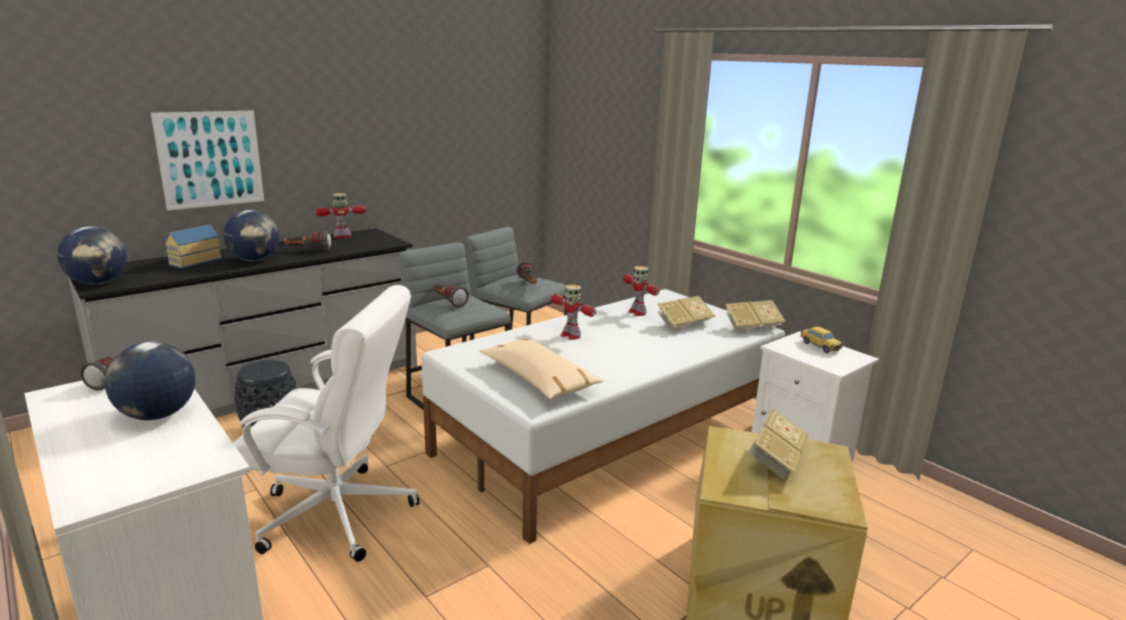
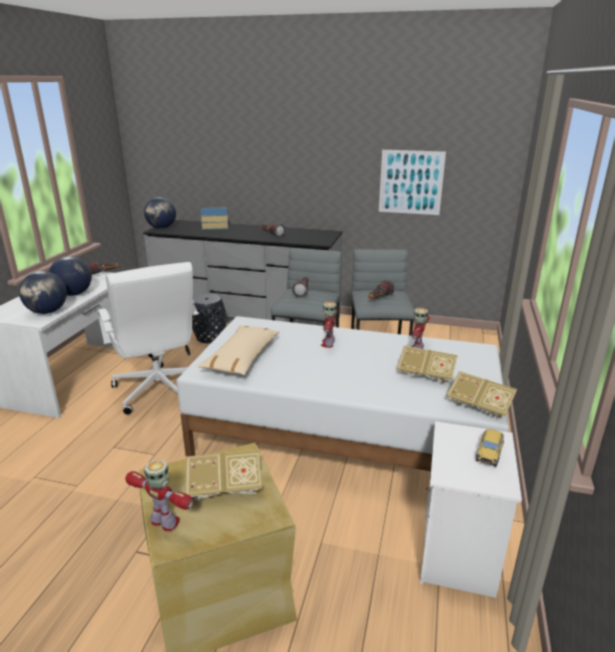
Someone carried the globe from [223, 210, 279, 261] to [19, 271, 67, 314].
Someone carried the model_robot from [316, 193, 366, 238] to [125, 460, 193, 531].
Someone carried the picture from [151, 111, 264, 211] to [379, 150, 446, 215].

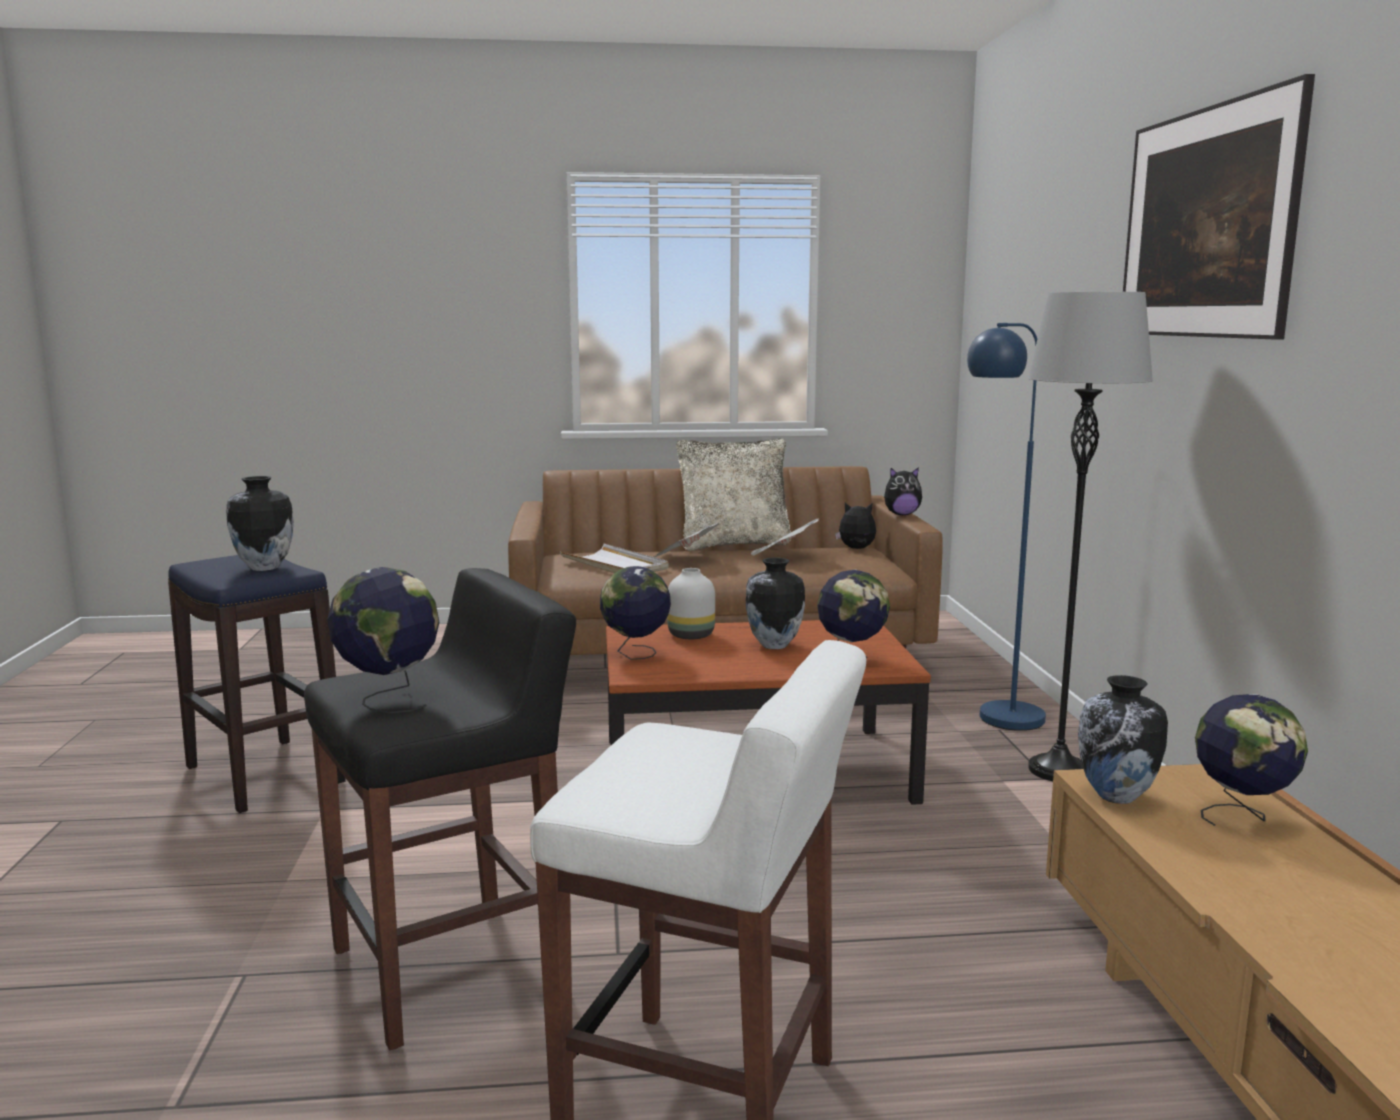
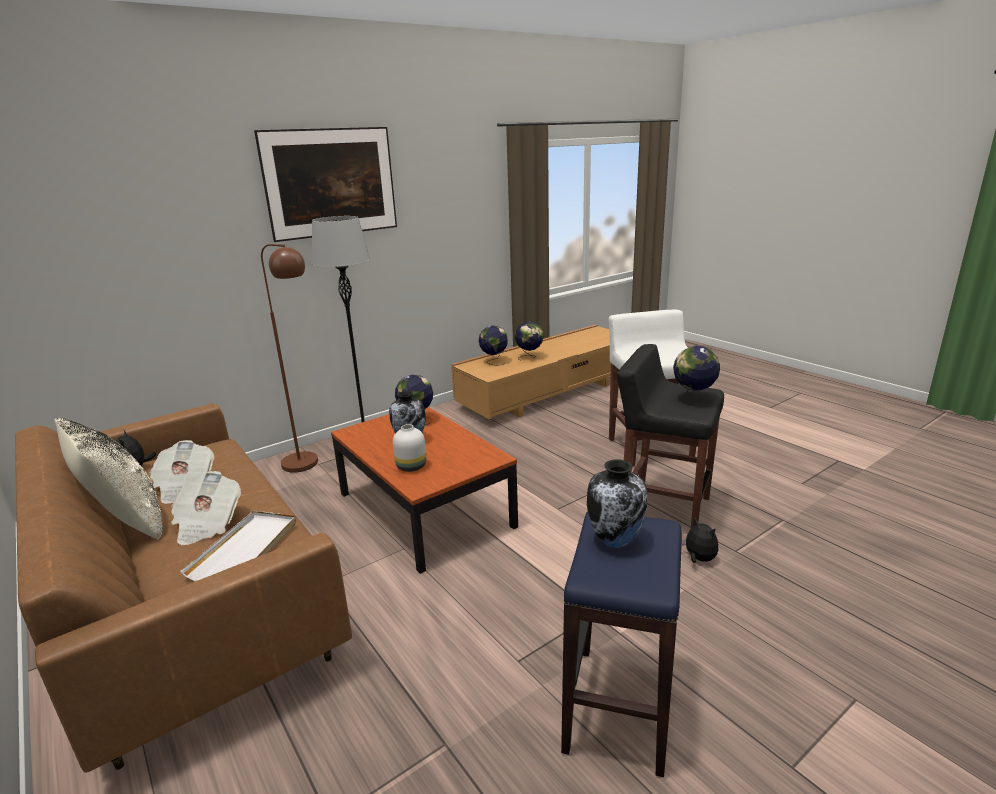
Someone repainted the blue-coloured_floor_lamp at [967, 323, 1046, 731], which became the brown_floor_lamp at [261, 244, 318, 473].
Someone carried the globe from [600, 566, 671, 660] to [515, 321, 544, 361].
Someone carried the soft_toy from [884, 467, 922, 515] to [682, 518, 718, 563].
Someone took away the vase at [1078, 675, 1168, 804].

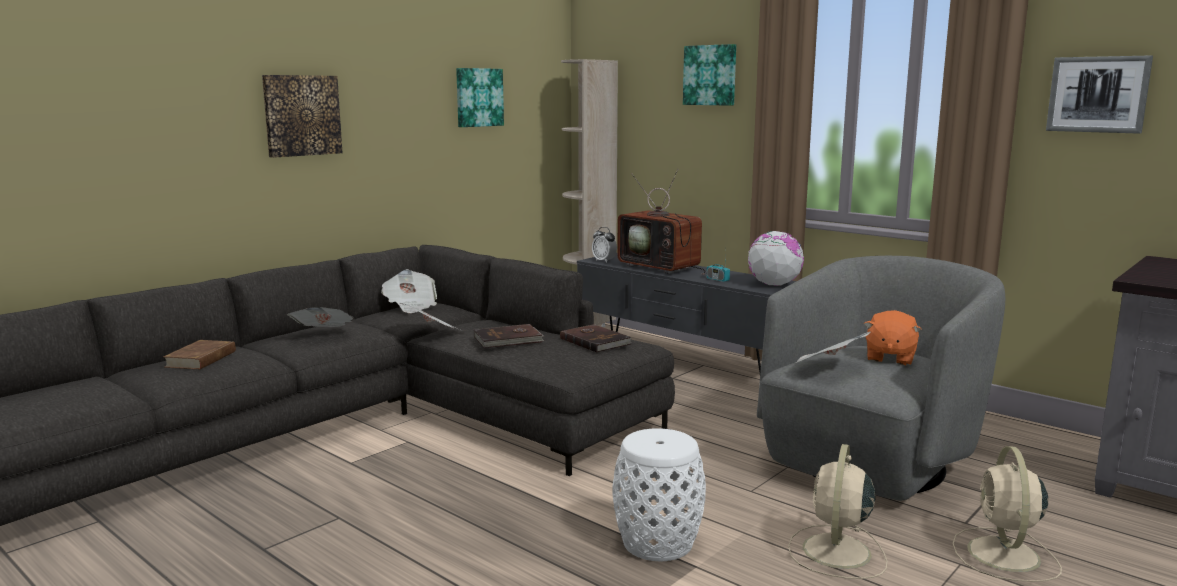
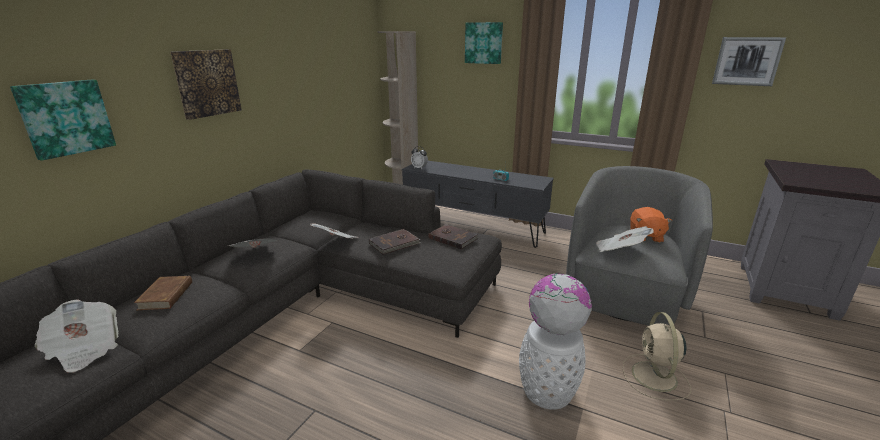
Someone carried the picture from [456, 68, 504, 127] to [10, 80, 116, 161].
Someone carried the printed_paper from [381, 269, 437, 313] to [34, 299, 118, 372].
Someone carried the globe from [748, 231, 804, 286] to [529, 274, 592, 335].
Someone took away the TV at [617, 169, 705, 275].
Someone took away the beige-coloured_fan at [953, 446, 1062, 582].

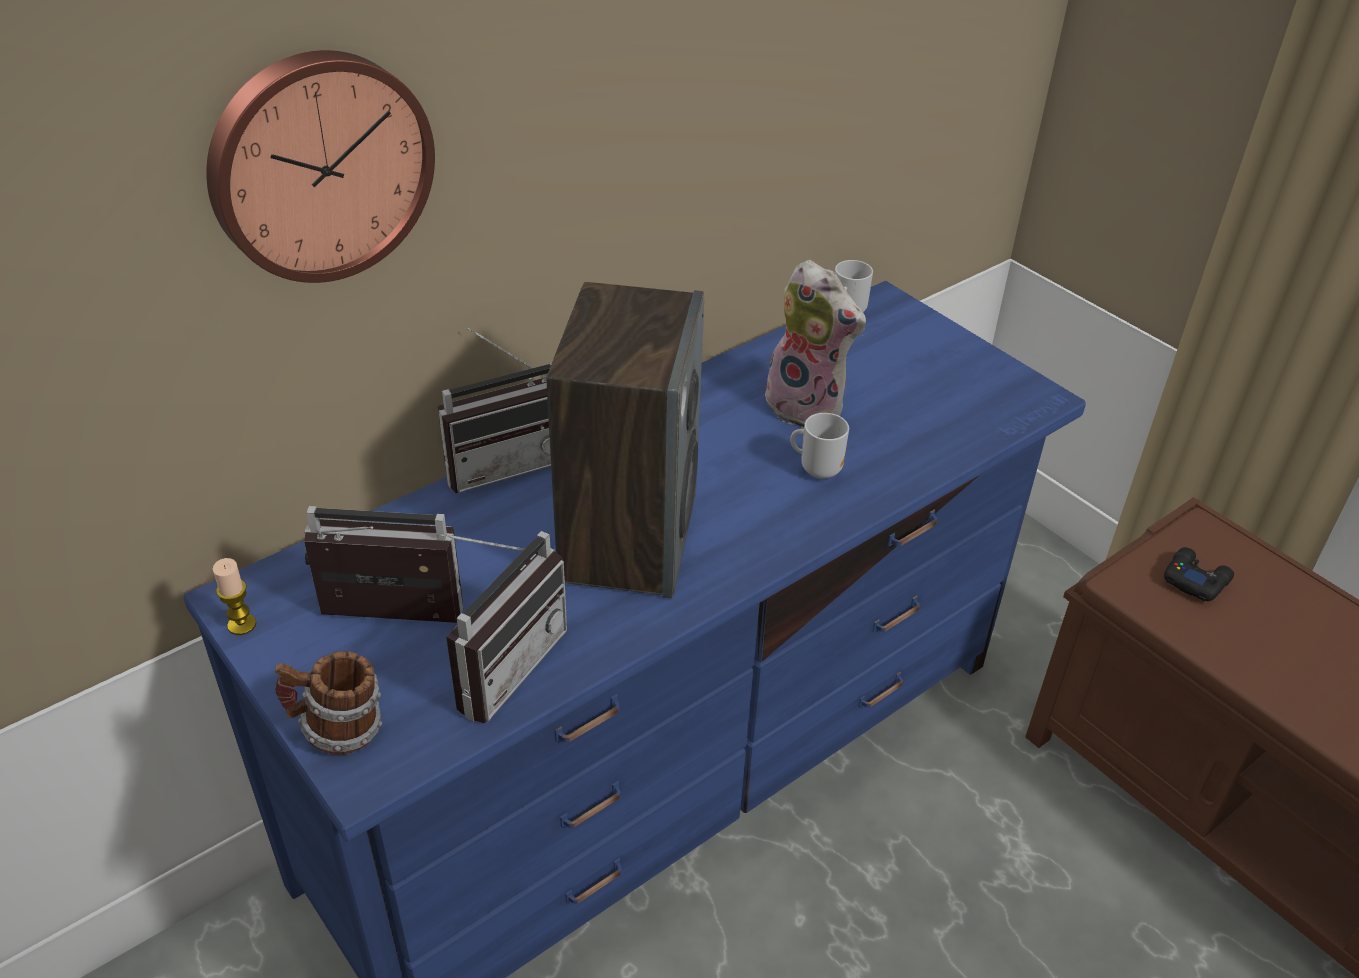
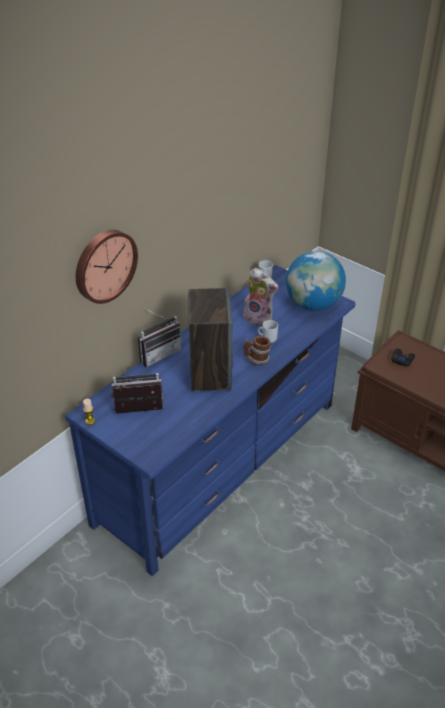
Someone carried the mug from [275, 651, 382, 754] to [243, 336, 271, 366].
Someone put down the globe at [286, 251, 346, 311].
Someone took away the radio_set at [441, 531, 567, 723].

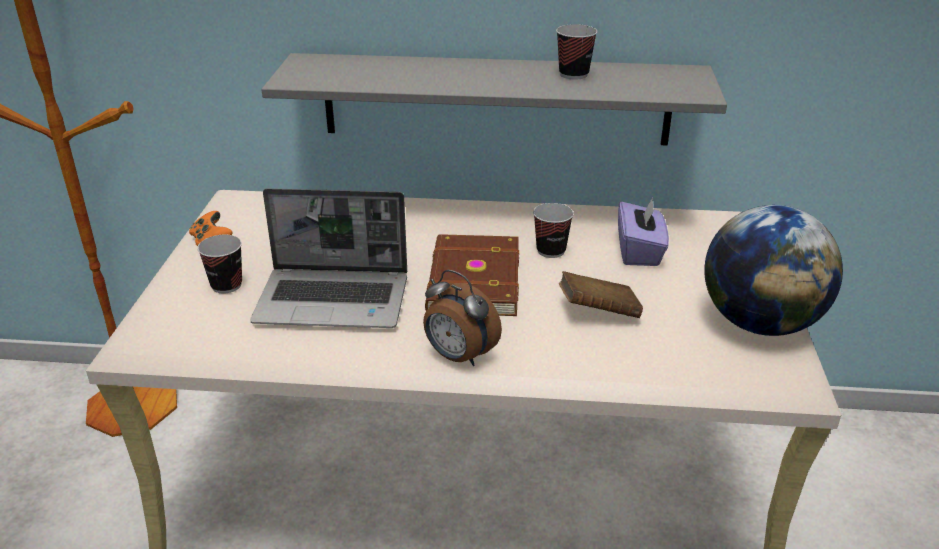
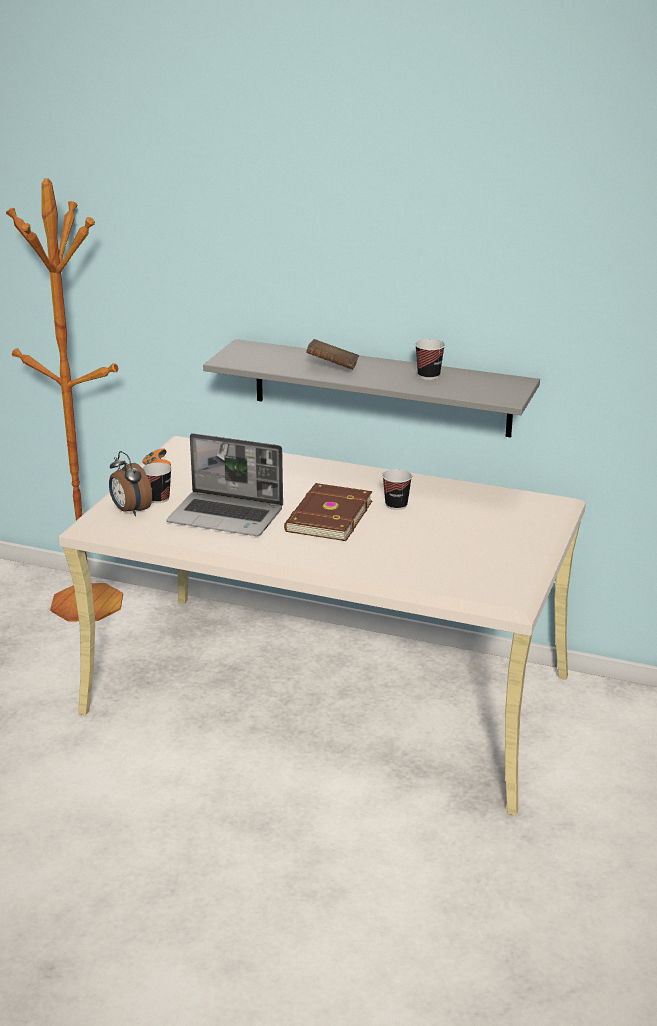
Someone carried the table_clock from [423, 270, 502, 366] to [109, 451, 152, 516].
Someone carried the brown_volume from [559, 271, 643, 318] to [306, 339, 359, 370].
Someone took away the purple-coloured_box_of_tissues at [618, 197, 669, 266].
Someone took away the globe at [704, 205, 843, 336].

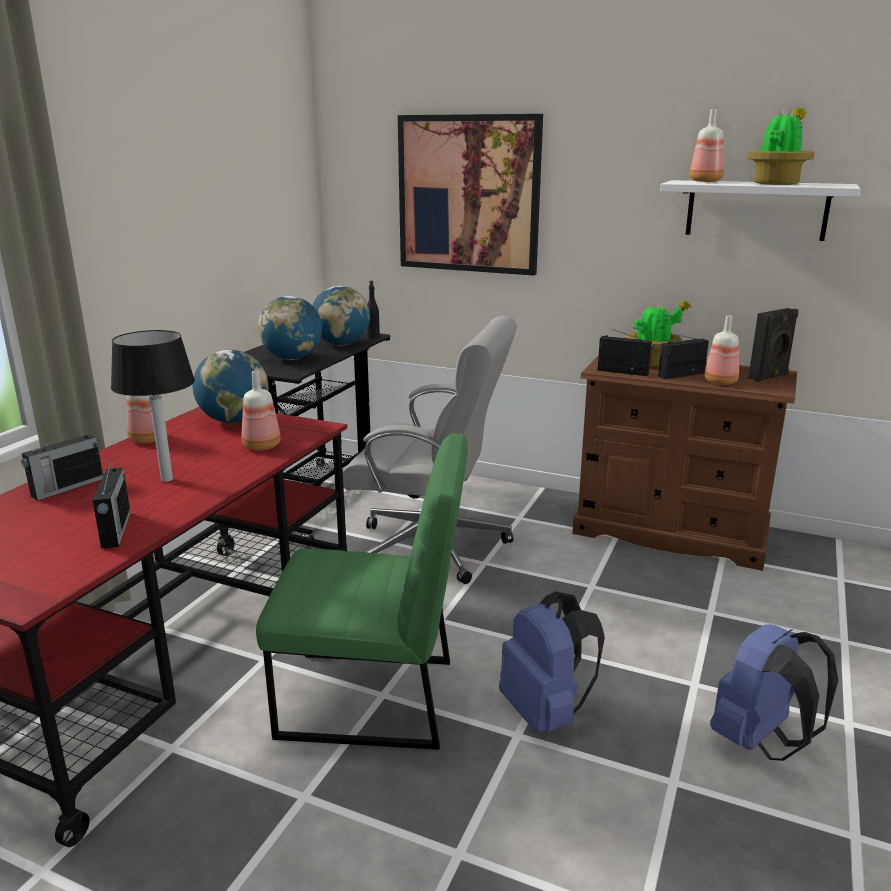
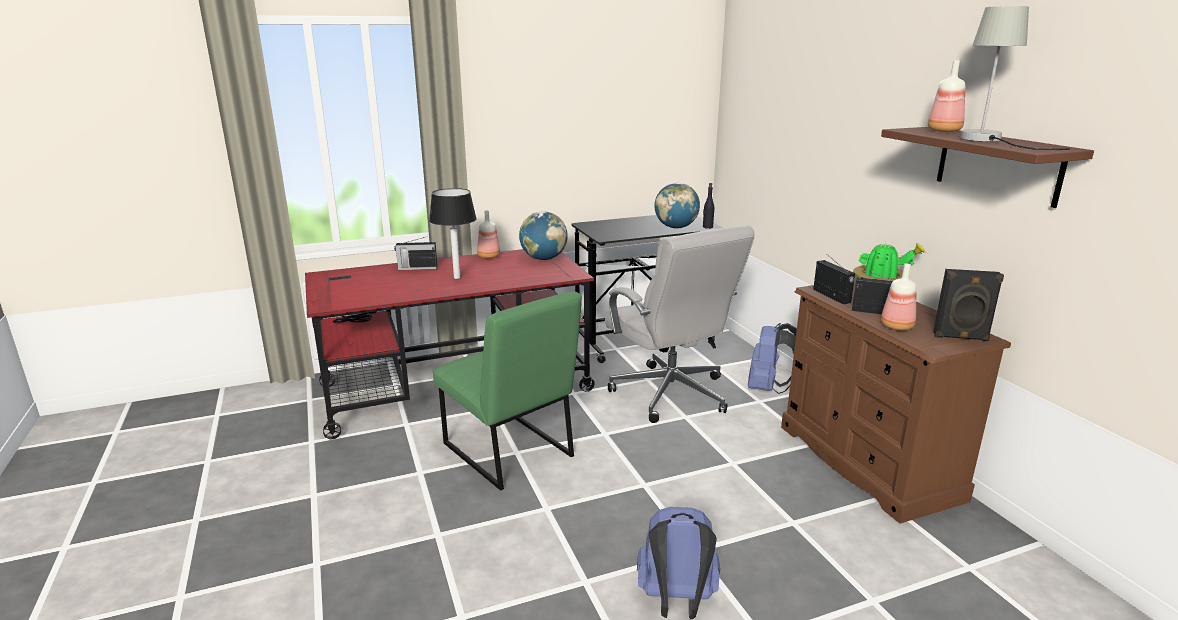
Someone carried the blue-coloured_rucksack from [499, 591, 605, 733] to [748, 323, 797, 394].
Someone repainted the white-coloured_bracket_shelf at [660, 180, 860, 241], which became the brown_bracket_shelf at [881, 127, 1094, 208].
Someone swapped the plant_in_a_pot at [747, 108, 815, 185] for the gray_tabletop_lamp at [961, 6, 1070, 150].
Someone took away the radio_set at [92, 458, 131, 549].
Someone took away the bottle at [242, 371, 281, 451].
Someone took away the globe at [258, 296, 322, 360].
Someone took away the picture at [398, 114, 543, 276].

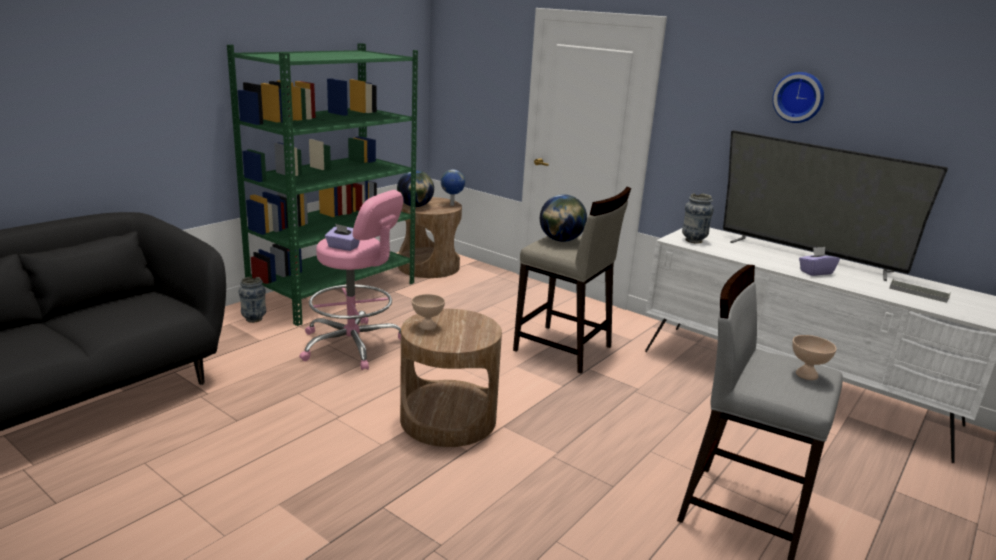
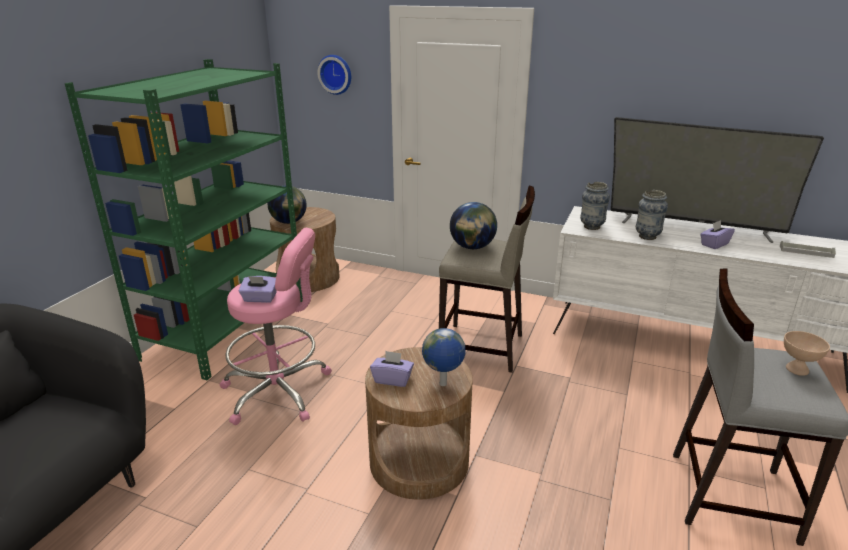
Someone carried the wall_clock from [772, 72, 824, 123] to [317, 55, 351, 95].
Someone swapped the beige-coloured_serving_bowl at [412, 294, 445, 330] for the purple-coloured_box_of_tissues at [370, 351, 414, 387].
Someone carried the globe from [441, 169, 465, 206] to [422, 328, 465, 386].
Someone carried the vase from [238, 277, 266, 323] to [636, 190, 668, 240].

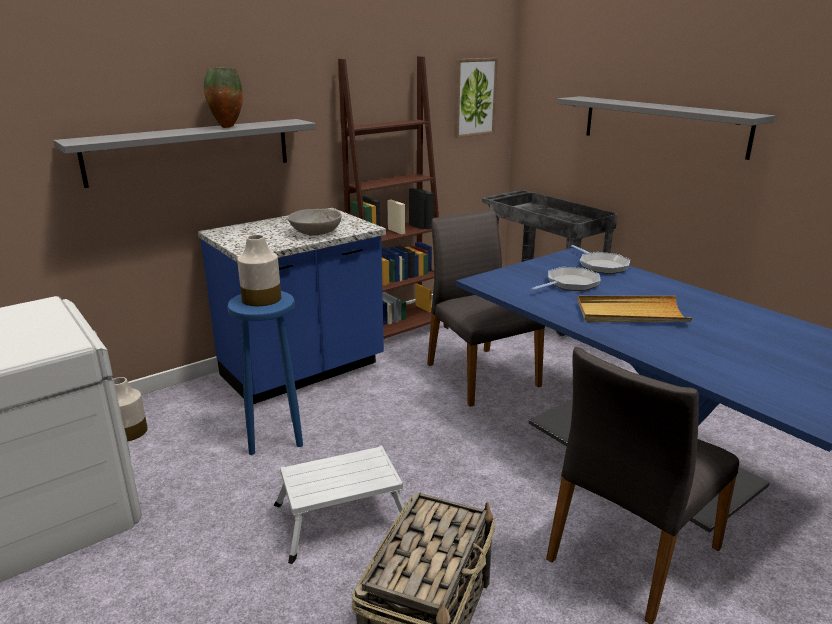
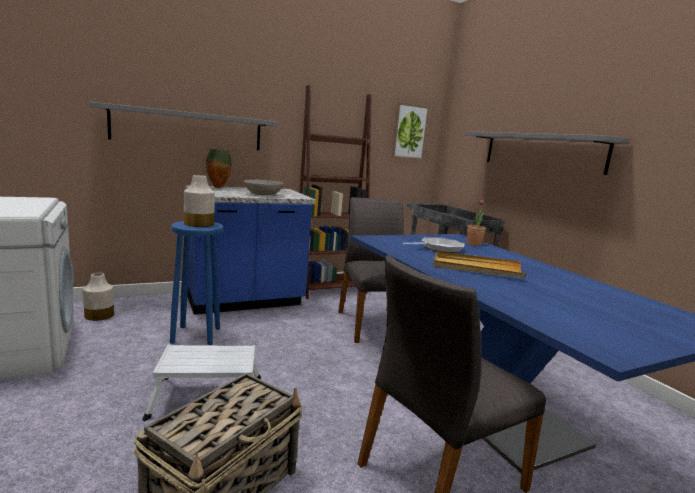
Someone carried the vase from [204, 67, 243, 128] to [206, 148, 232, 188].
Someone swapped the skillet at [571, 245, 630, 274] for the plant_in_a_pot at [467, 200, 486, 246].

